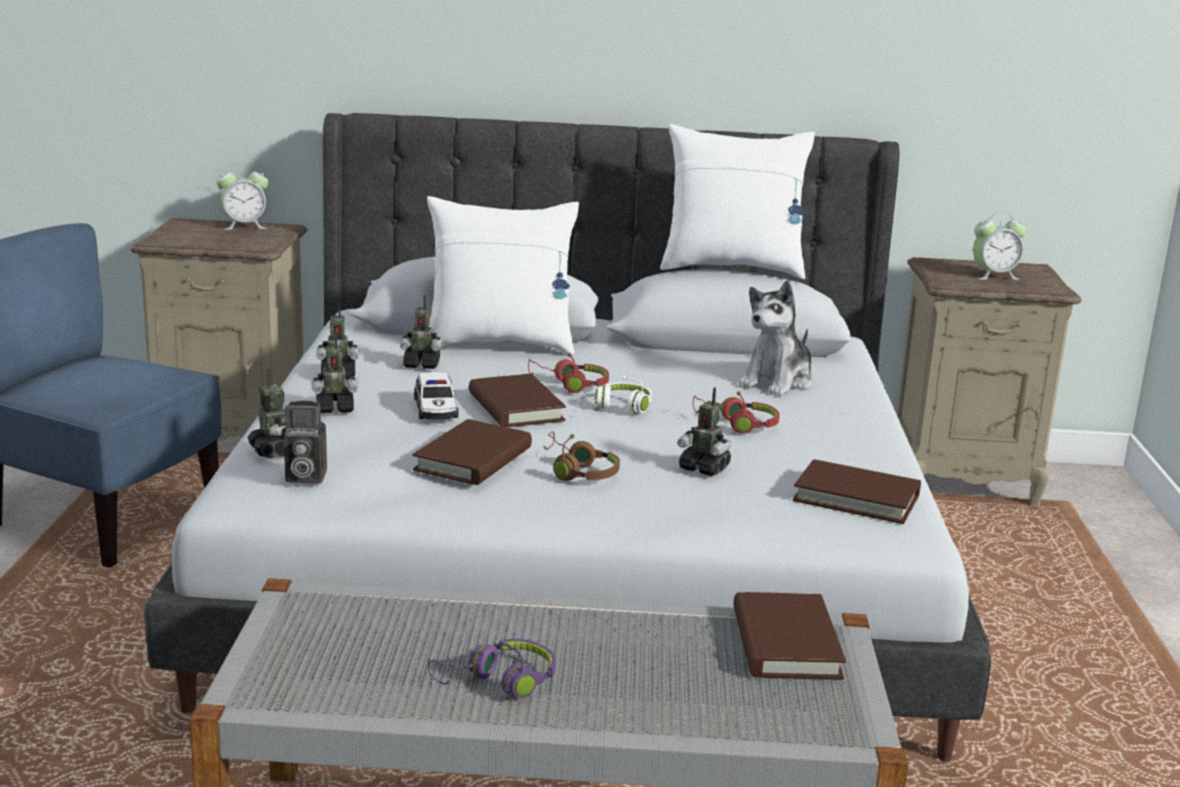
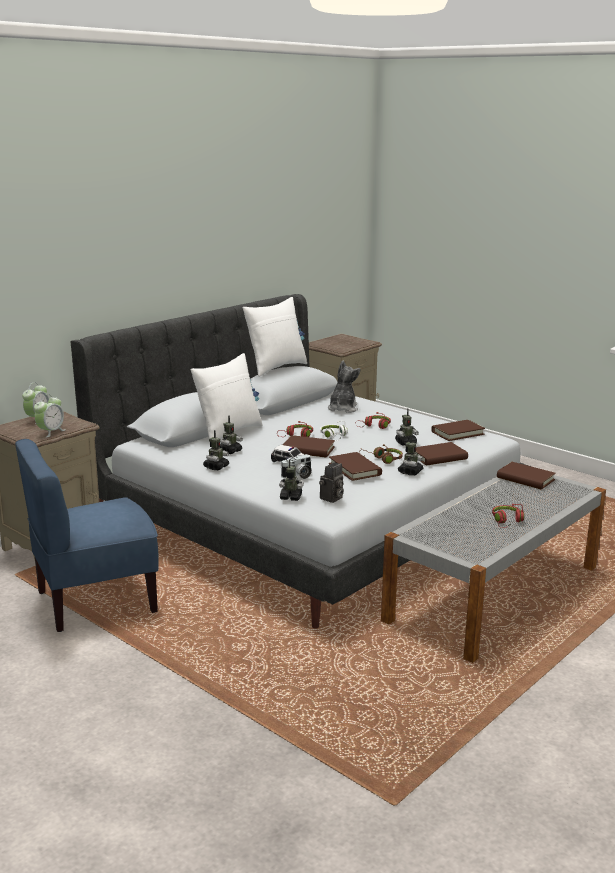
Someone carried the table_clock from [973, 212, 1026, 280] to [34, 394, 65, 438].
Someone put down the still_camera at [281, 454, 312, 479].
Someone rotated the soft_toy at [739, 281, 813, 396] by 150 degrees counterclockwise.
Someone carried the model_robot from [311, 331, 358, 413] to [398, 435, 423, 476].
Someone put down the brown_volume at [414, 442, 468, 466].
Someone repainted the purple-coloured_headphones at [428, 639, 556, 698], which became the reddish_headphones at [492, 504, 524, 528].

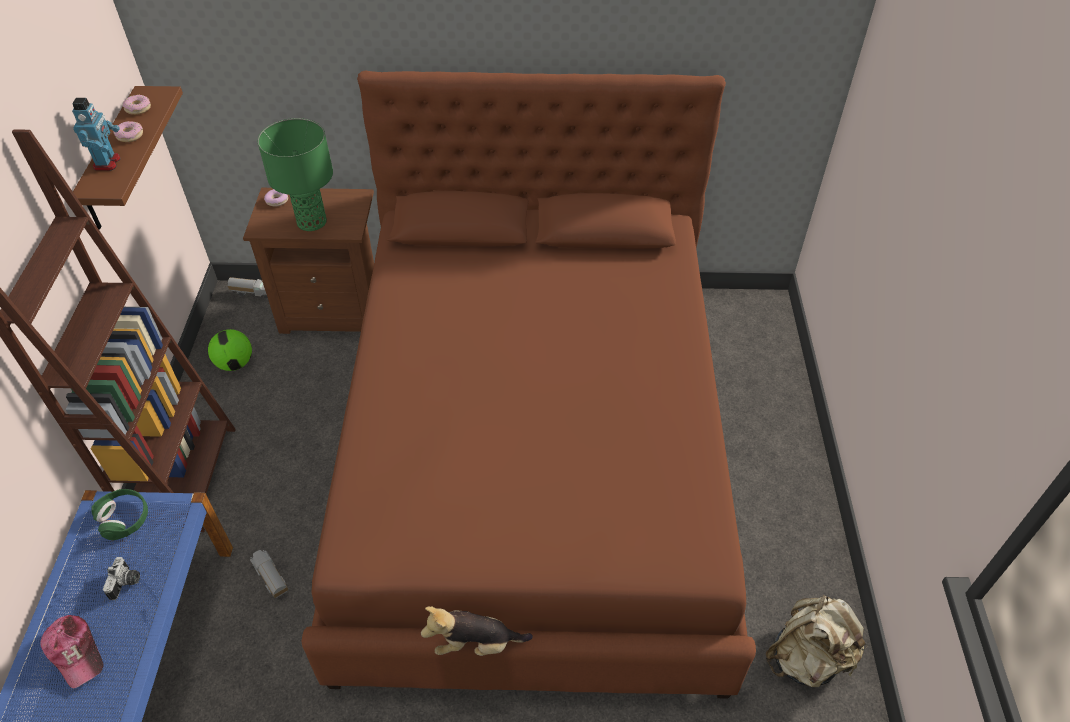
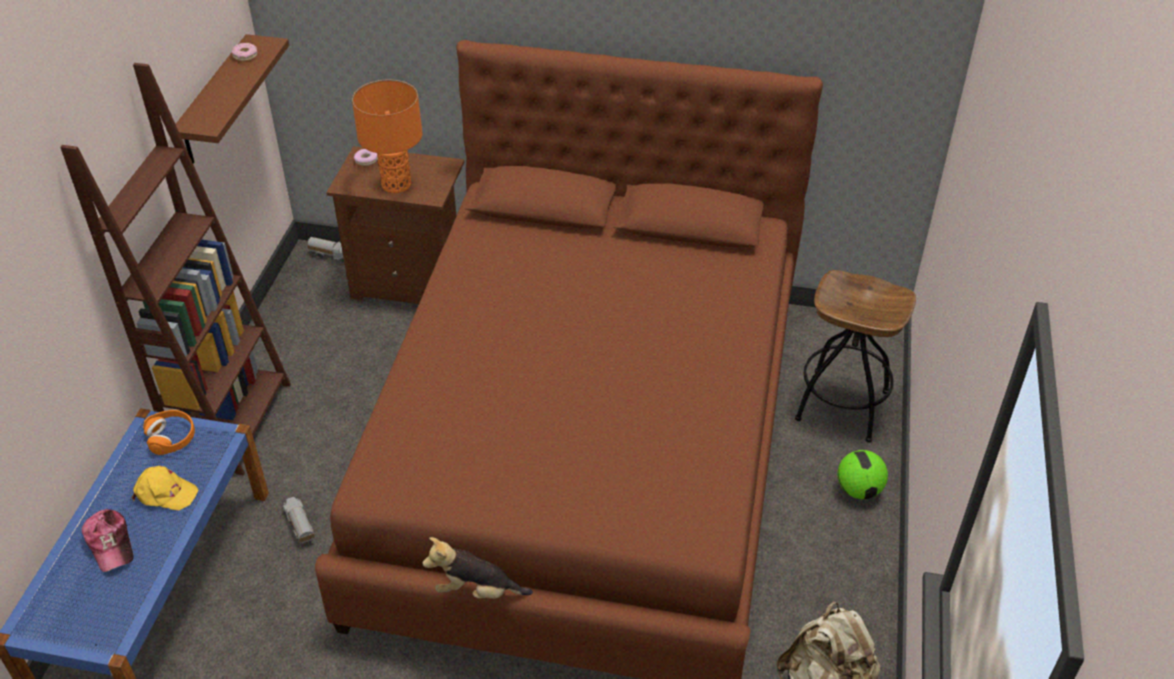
Someone swapped the still_camera at [103, 557, 140, 600] for the yellow_cap at [132, 466, 198, 510].
Someone repainted the green-coloured_headphones at [92, 489, 148, 540], which became the orange-coloured_headphones at [143, 410, 195, 455].
Someone repainted the green-coloured_tabletop_lamp at [258, 118, 333, 231], which became the orange-coloured_tabletop_lamp at [352, 80, 423, 193].
Someone put down the brown_sitting_stool at [795, 270, 916, 443].
Someone carried the ball_for_football from [208, 329, 252, 371] to [837, 450, 888, 499].
Someone took away the model_robot at [72, 98, 120, 171].
Someone took away the ring_doughnut at [114, 121, 143, 142].

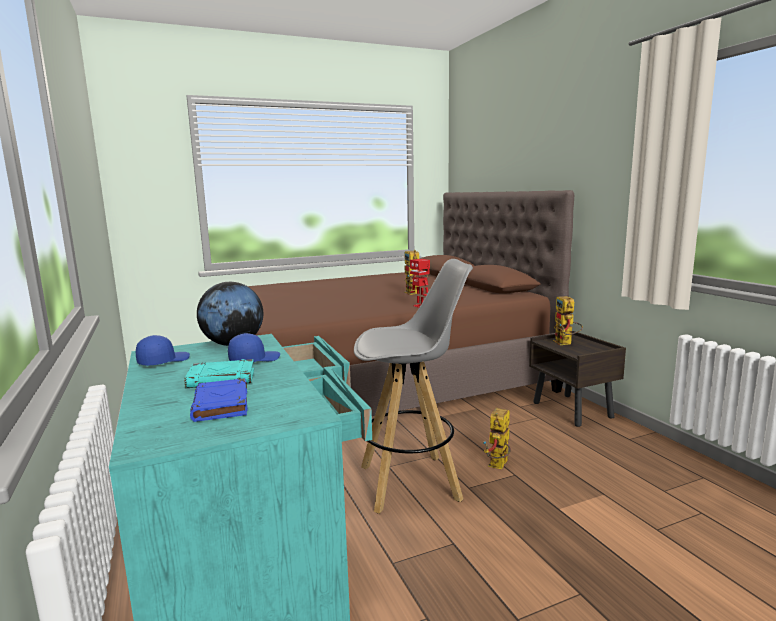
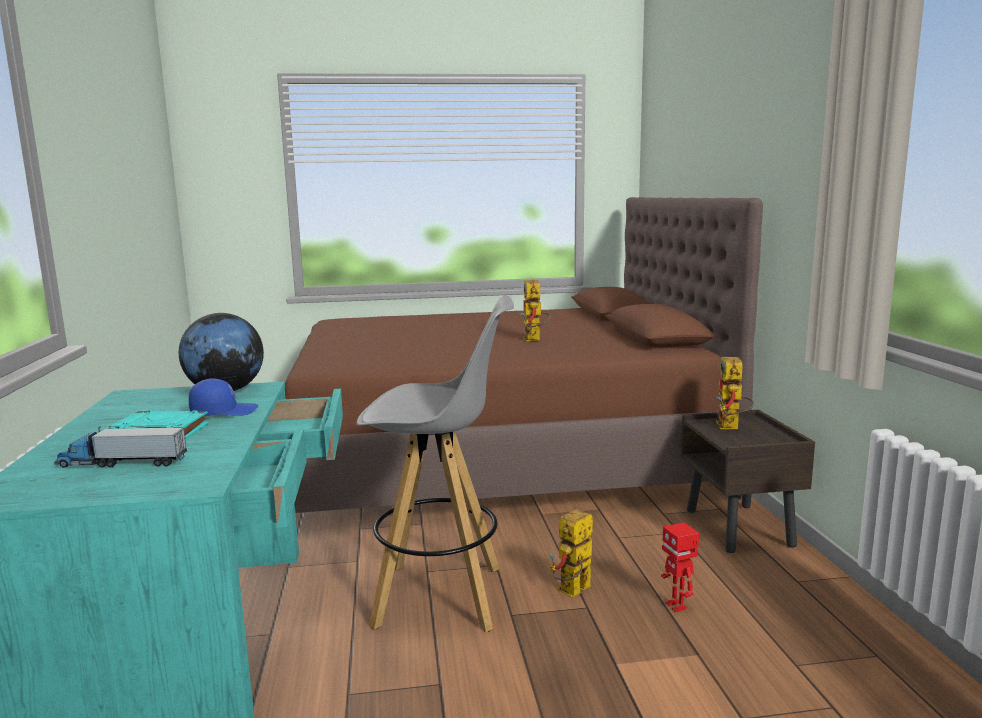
Someone swapped the blue-coloured_volume at [190, 378, 247, 422] for the toy_truck at [54, 426, 187, 468].
Someone carried the model_robot from [410, 259, 430, 308] to [661, 523, 699, 613].
Someone took away the blue-coloured_cap at [136, 335, 190, 366].

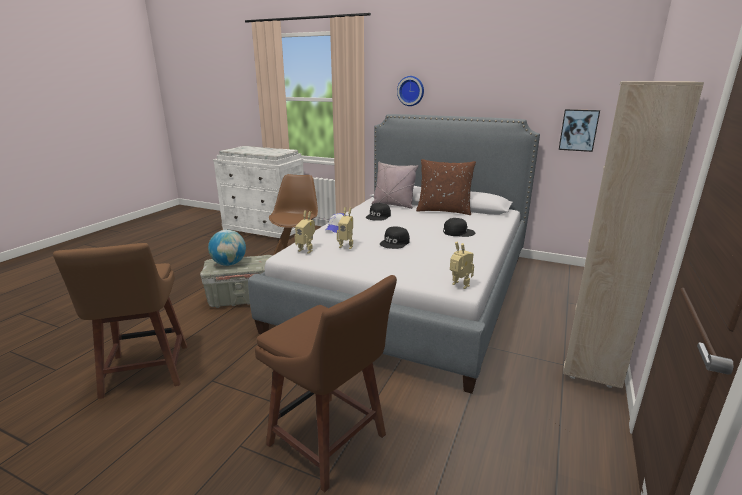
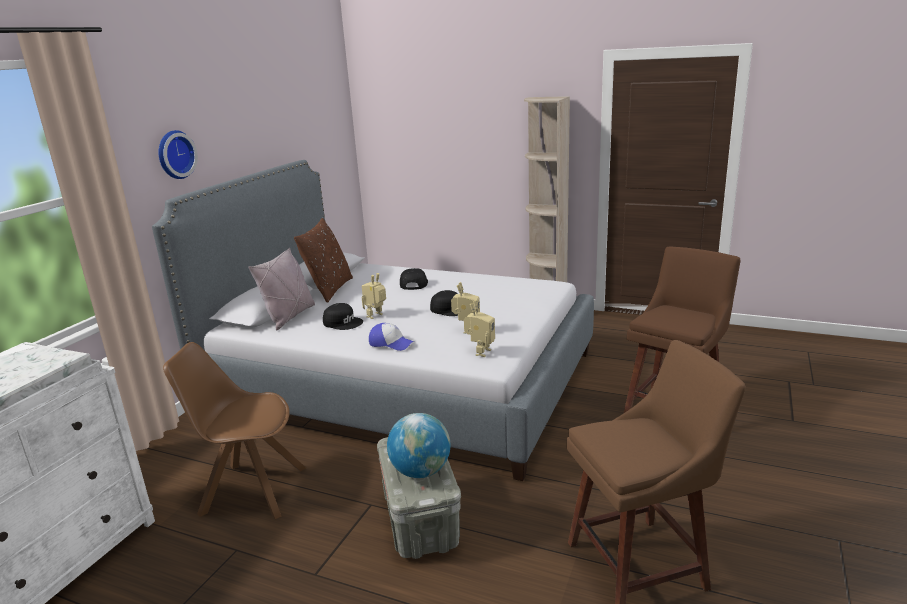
Someone carried the model_robot from [450, 242, 474, 289] to [362, 273, 386, 319].
Someone took away the picture at [559, 109, 600, 152].

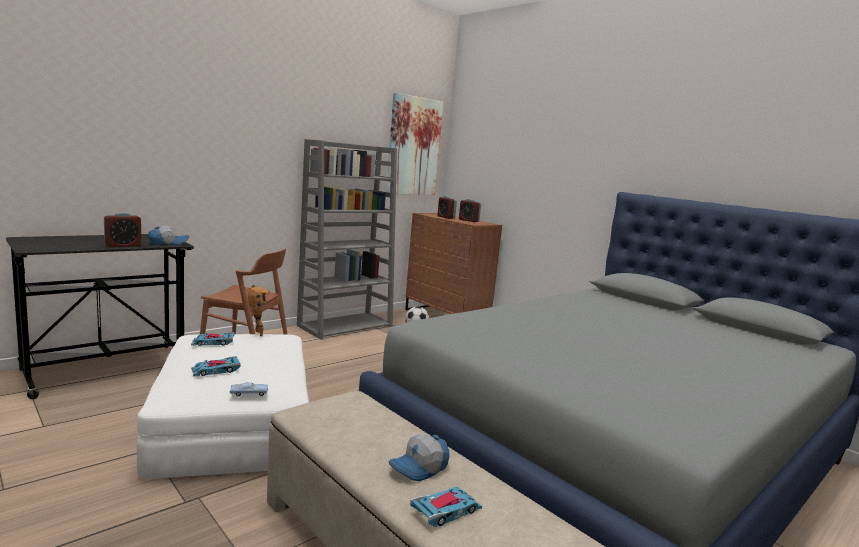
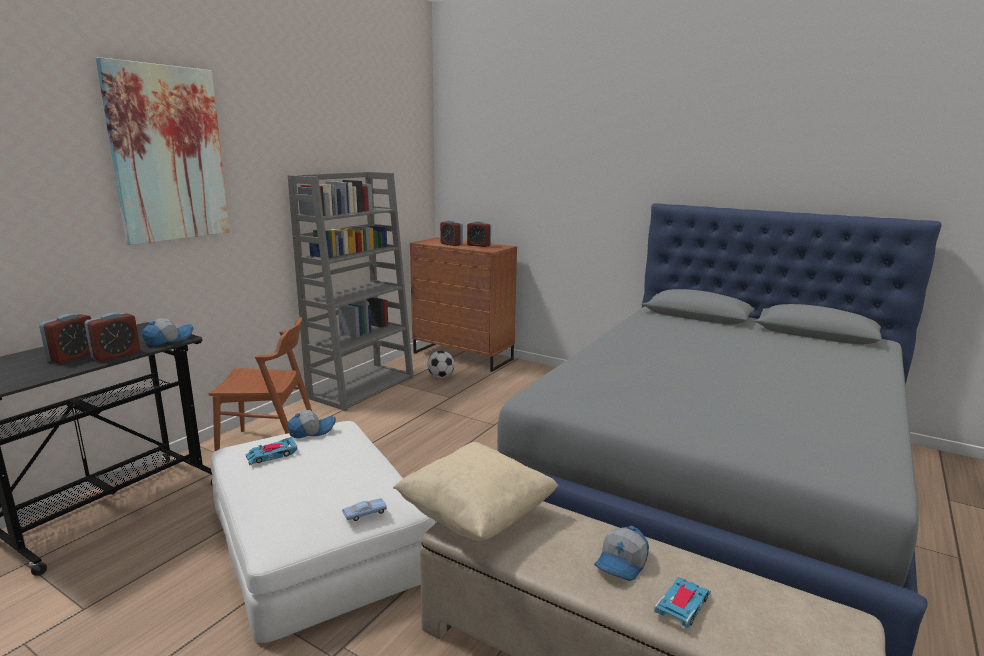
Someone put down the table_clock at [39, 314, 91, 363].
Someone carried the picture from [386, 93, 444, 195] to [96, 57, 230, 245].
Someone swapped the model_robot at [247, 285, 269, 336] for the cap at [287, 410, 336, 438].
Someone put down the beige-coloured_throw_pillow at [393, 442, 558, 541].
Someone took away the model_car at [191, 356, 241, 376].

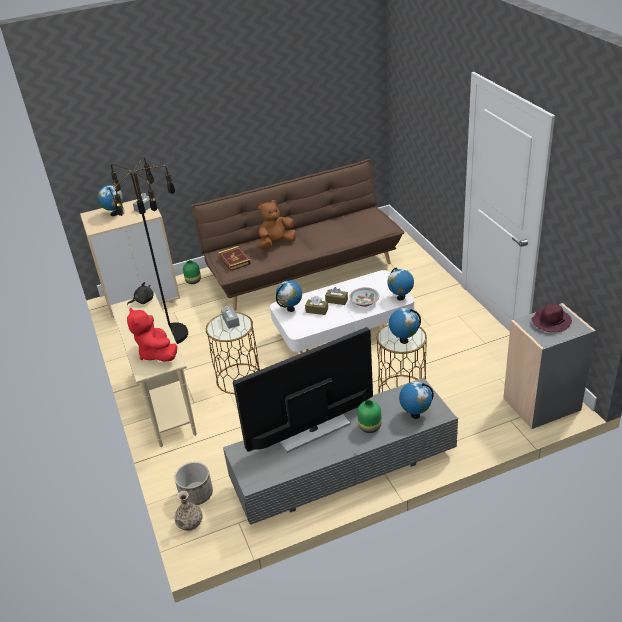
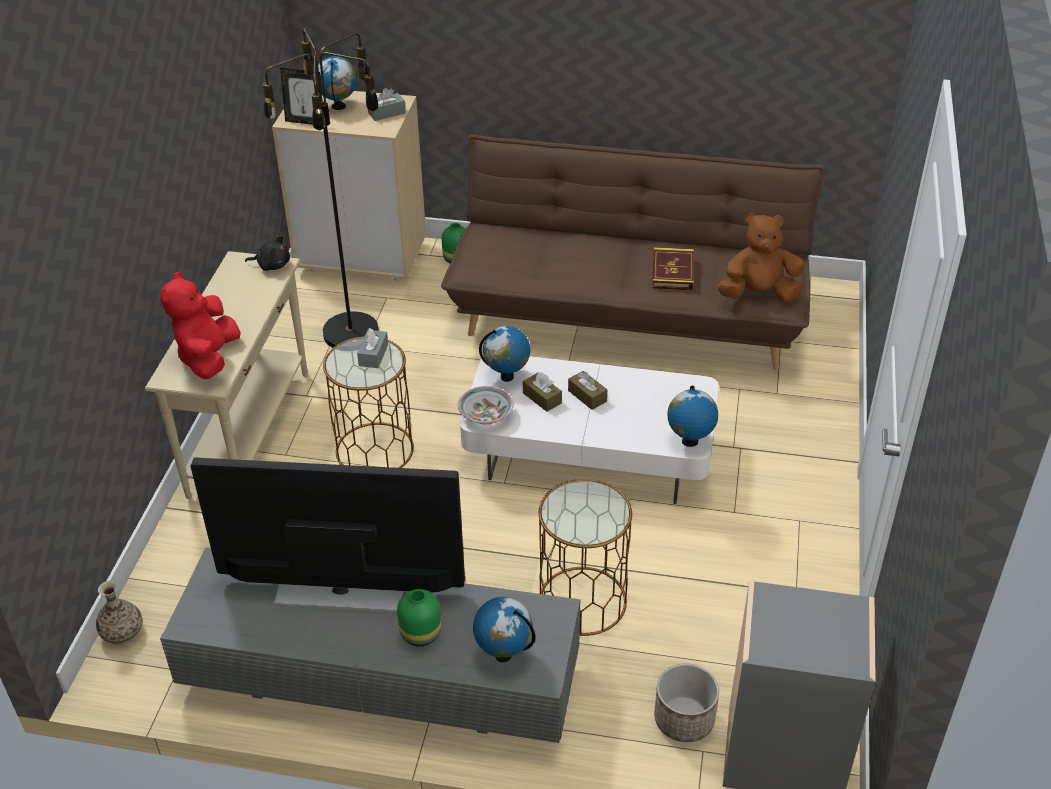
Someone put down the standing_frame at [280, 68, 322, 125].
Someone carried the serving_bowl from [349, 287, 380, 307] to [458, 386, 514, 424].
Someone carried the volume from [218, 246, 251, 271] to [652, 247, 694, 291].
Someone carried the flower_pot from [174, 462, 213, 505] to [654, 664, 719, 742].
Someone carried the brown_soft_toy from [258, 200, 296, 249] to [717, 213, 804, 302].
Someone took away the globe at [389, 308, 421, 344].
Someone took away the purple-coloured_clothing_hat at [531, 303, 572, 332].

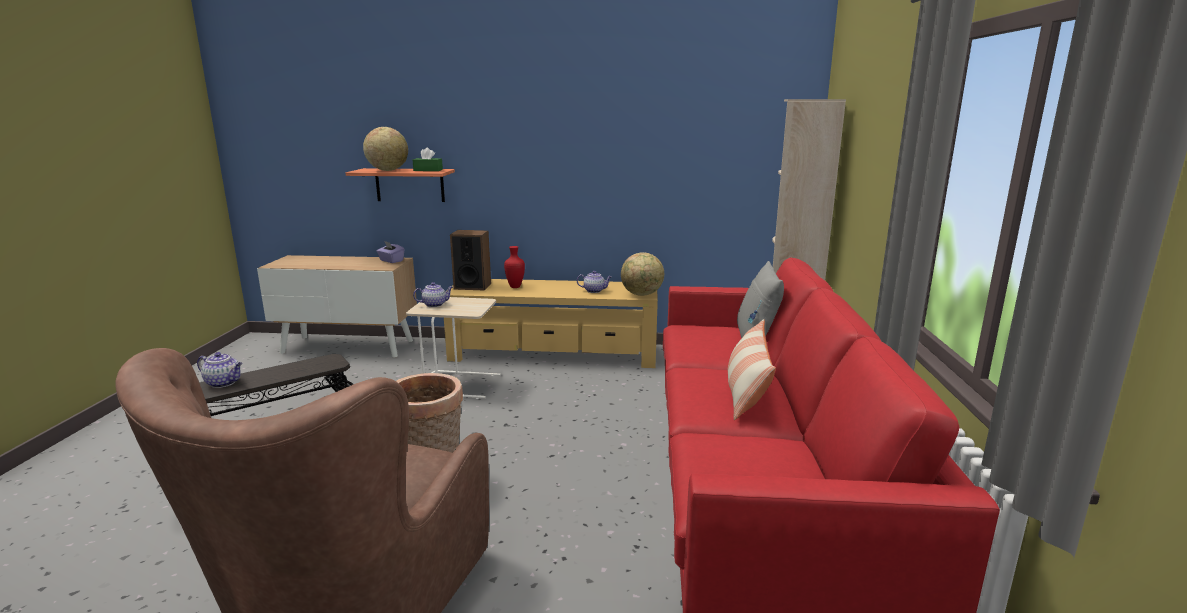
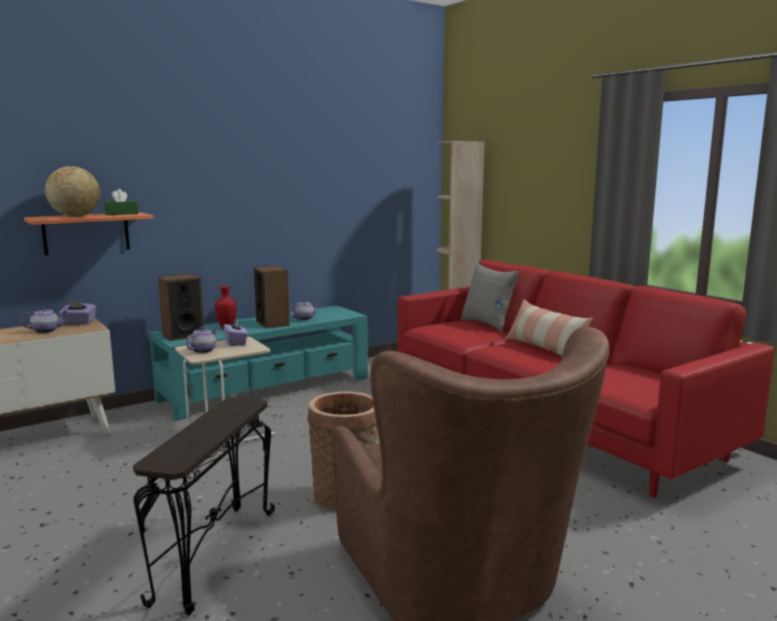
Someone carried the pot_for_tea from [197, 352, 243, 388] to [20, 307, 67, 333].
Someone repainted the beige-coloured_media_console at [444, 279, 658, 368], which became the turquoise_media_console at [149, 306, 368, 421].
Someone put down the purple-coloured_box_of_tissues at [224, 319, 248, 346].
Someone put down the audio_speaker at [254, 266, 290, 329].
Someone took away the globe at [621, 252, 664, 296].

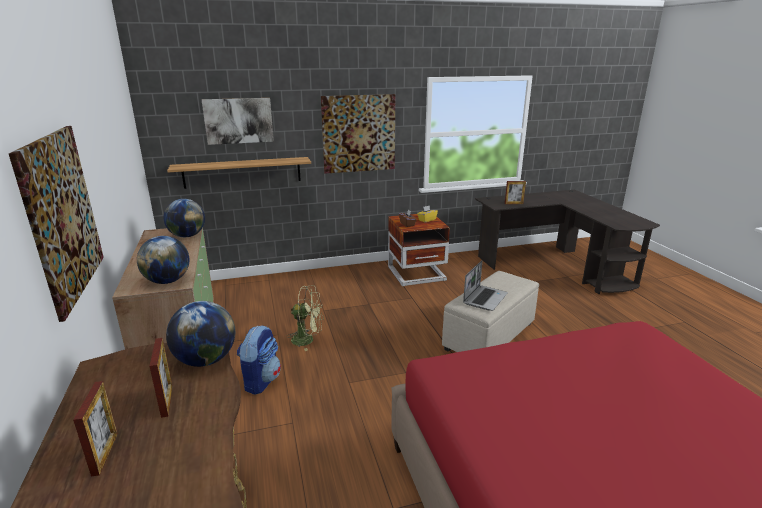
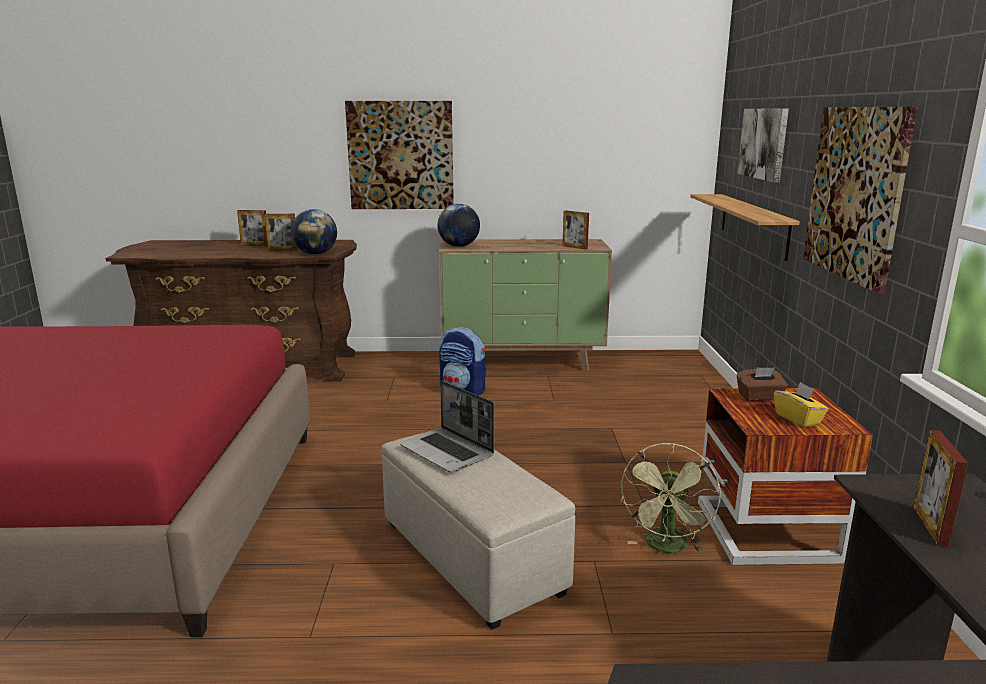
Someone swapped the globe at [163, 199, 205, 237] for the standing_frame at [563, 210, 589, 250].
Someone carried the green-coloured_fan from [286, 285, 322, 351] to [620, 443, 721, 553].

